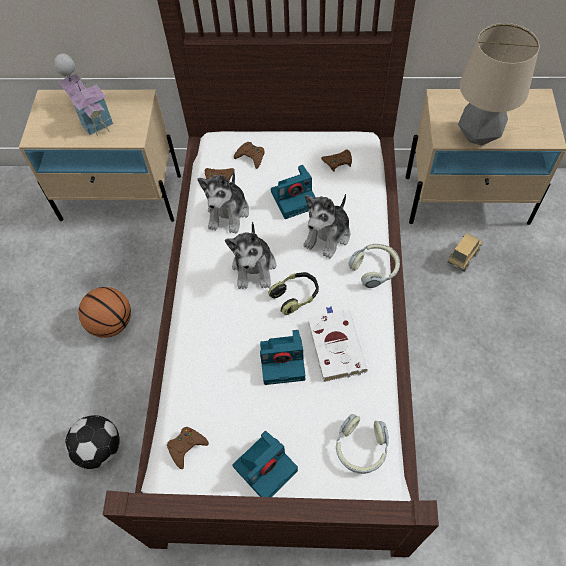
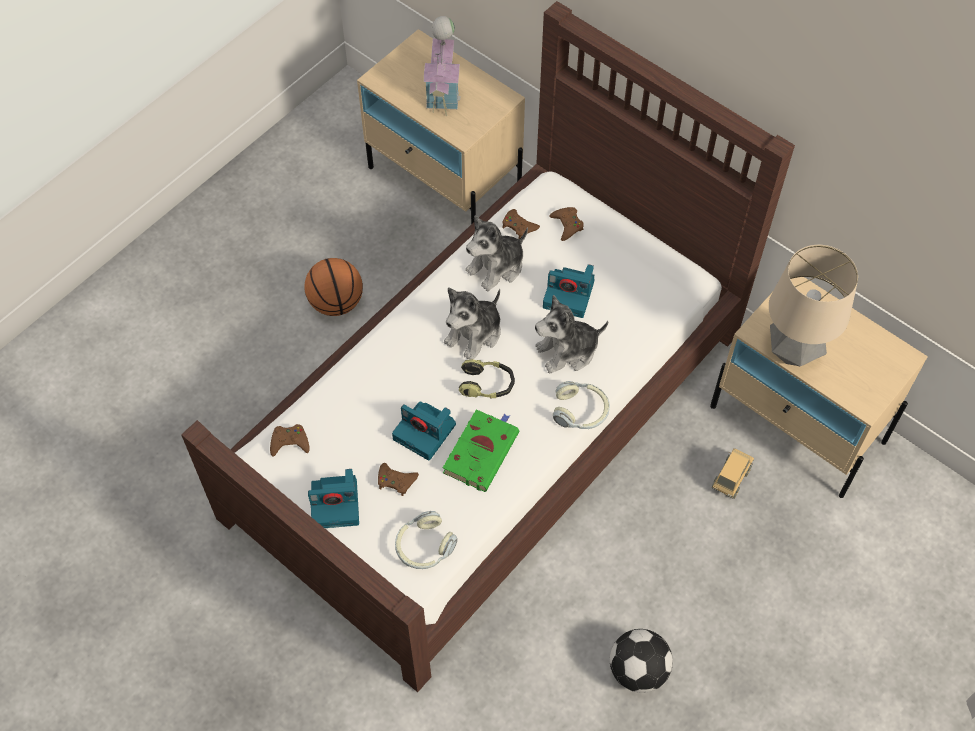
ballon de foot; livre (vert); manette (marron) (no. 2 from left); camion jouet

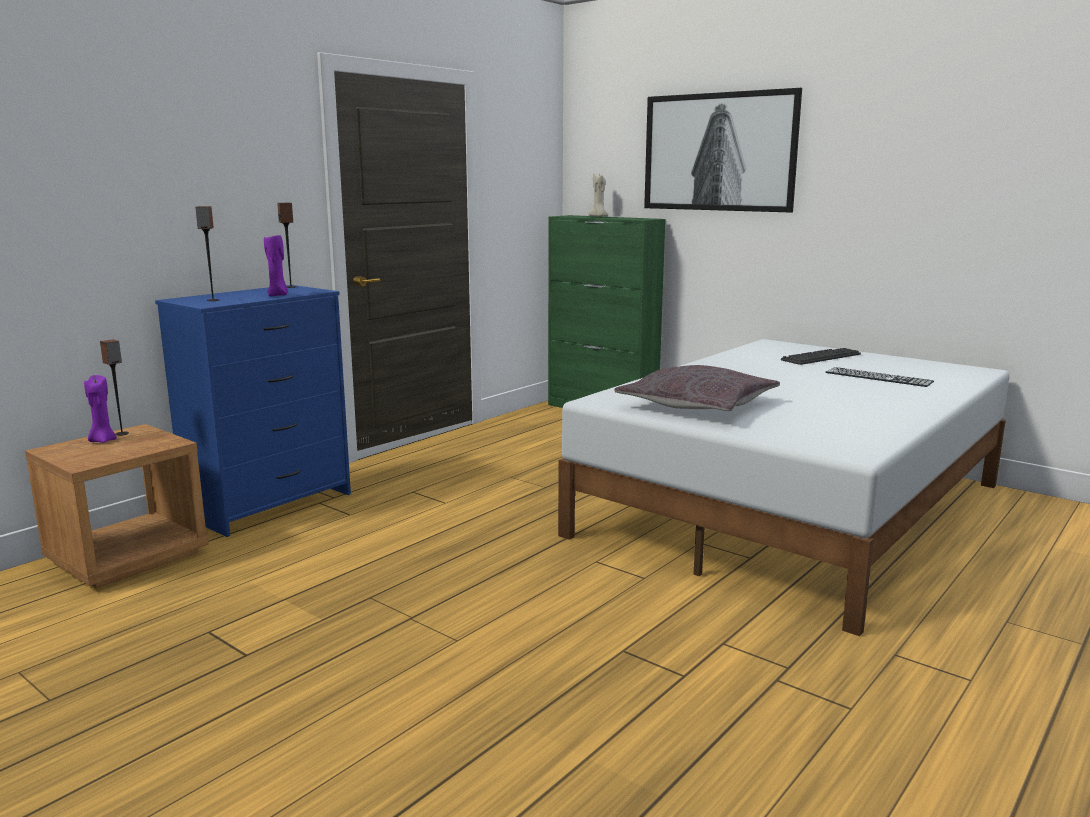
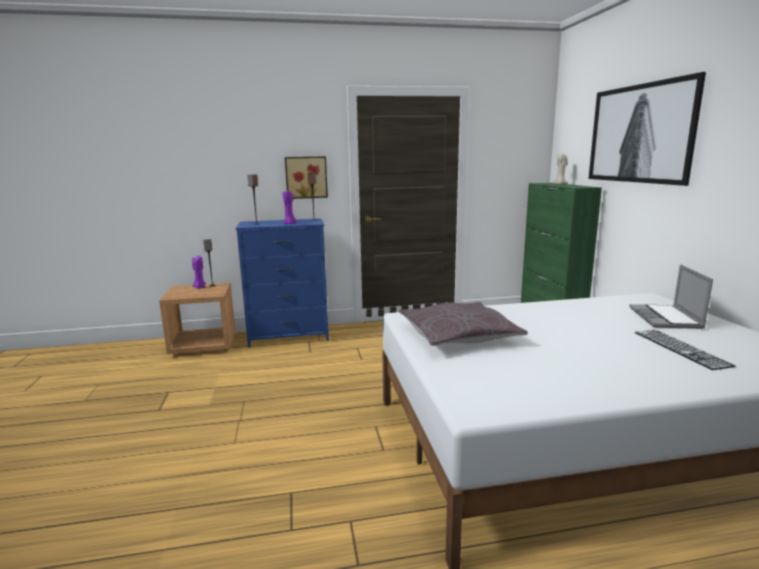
ordinateur portable; tableau (no. 1 from left)

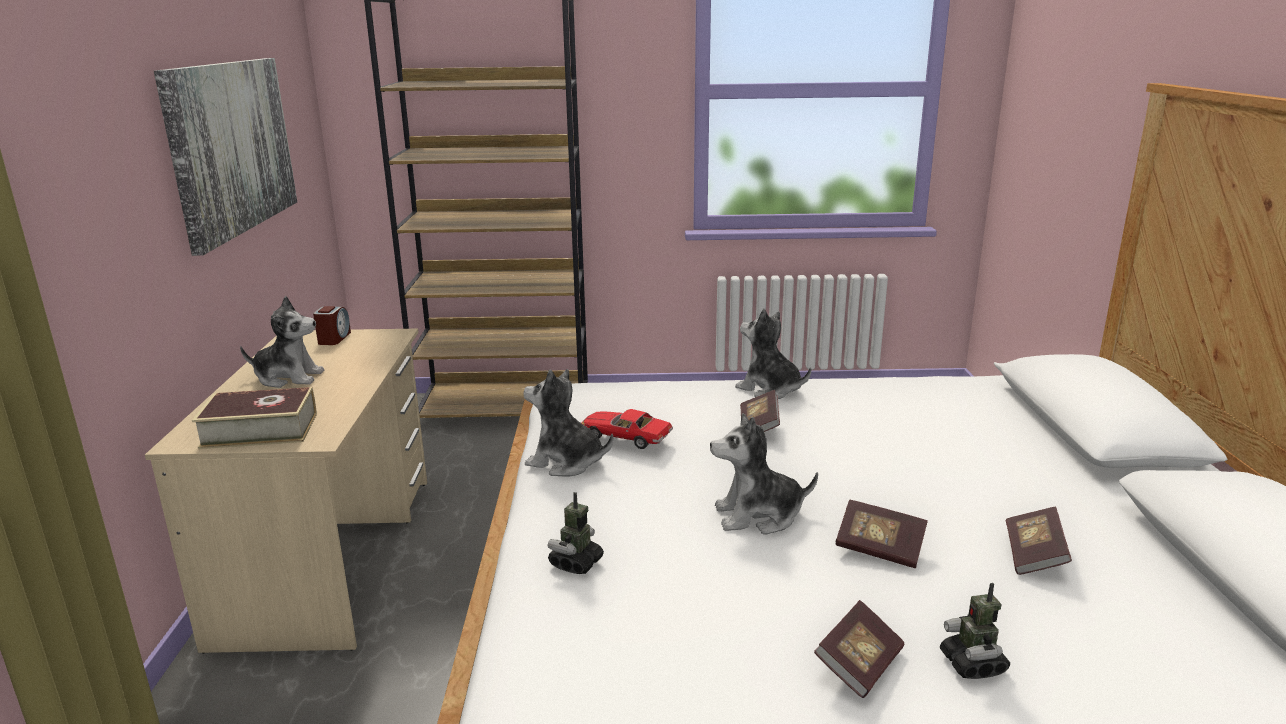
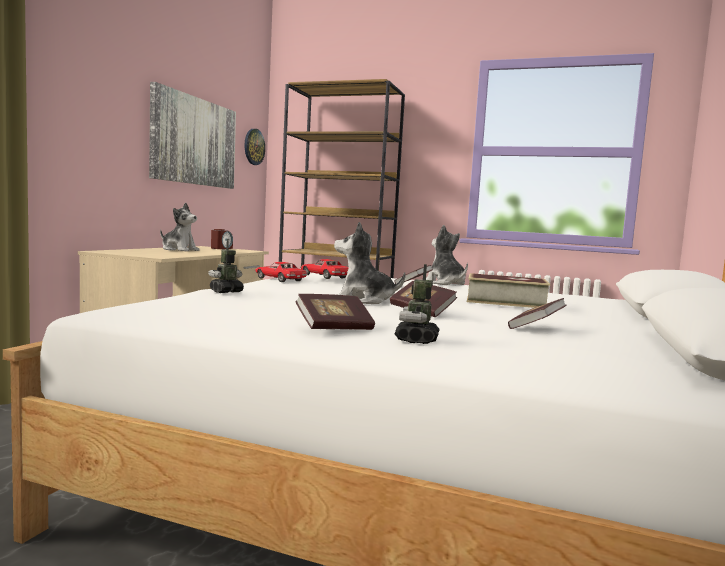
livre (no. 4 from left); petite voiture (no. 1 from left); horloge murale

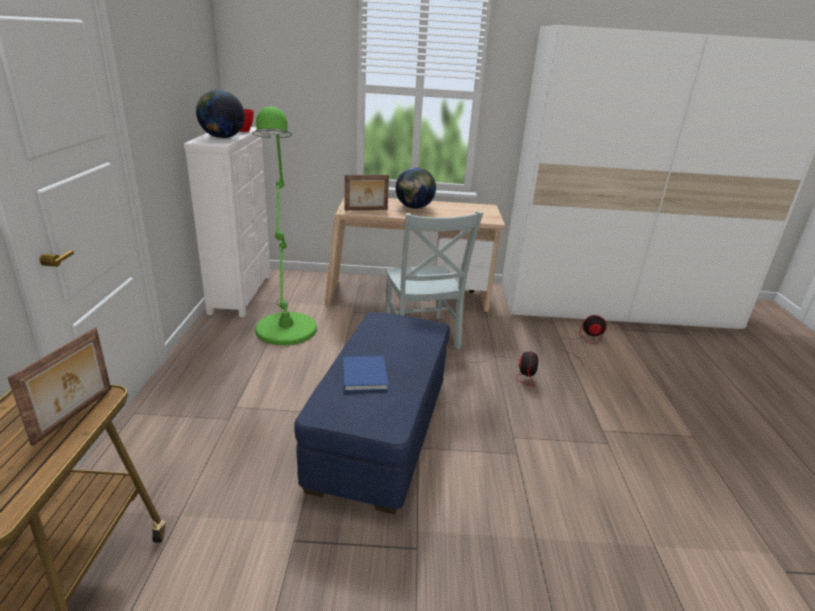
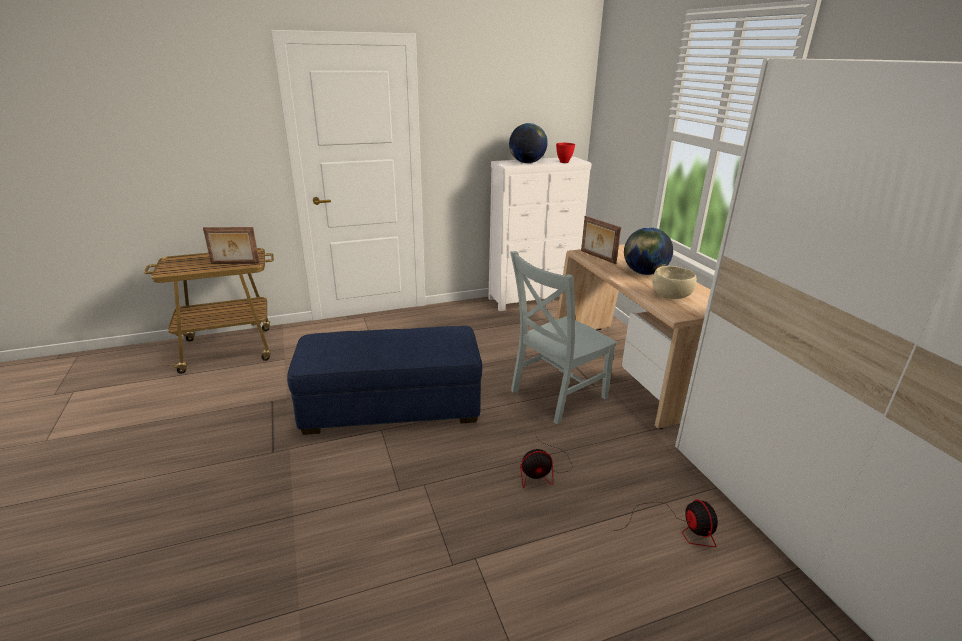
lampadaire (vert); livre (bleu); bol (beige)

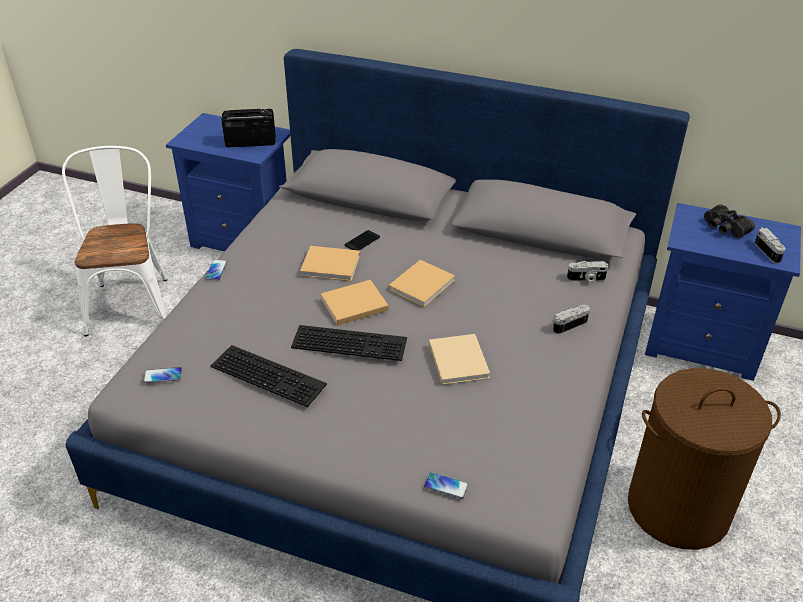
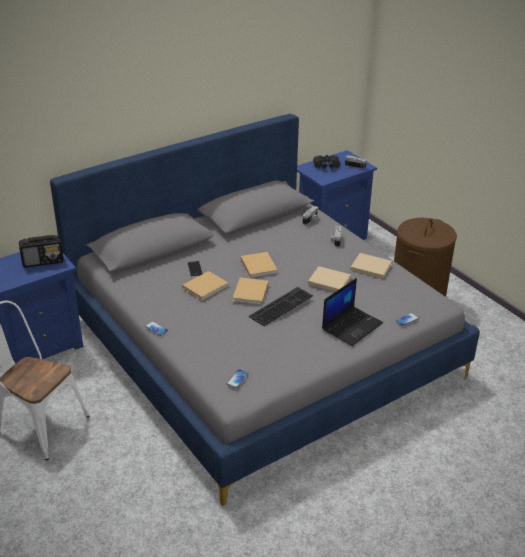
clavier (no. 1 from left in the first image); radio; ordinateur portable; livre (beige) (no. 5 from left)

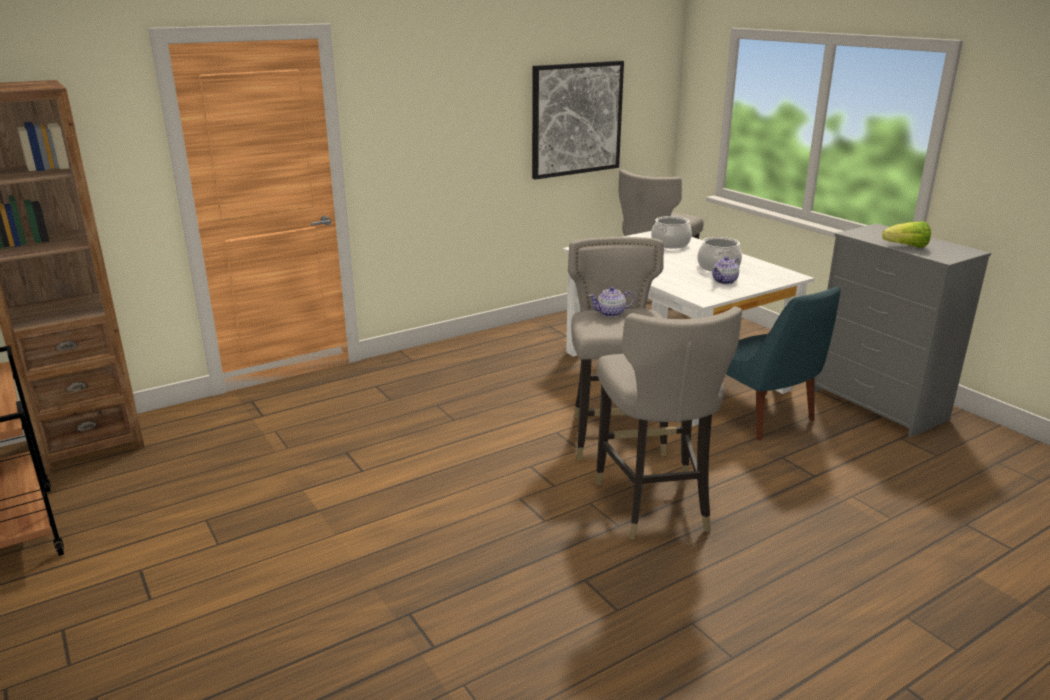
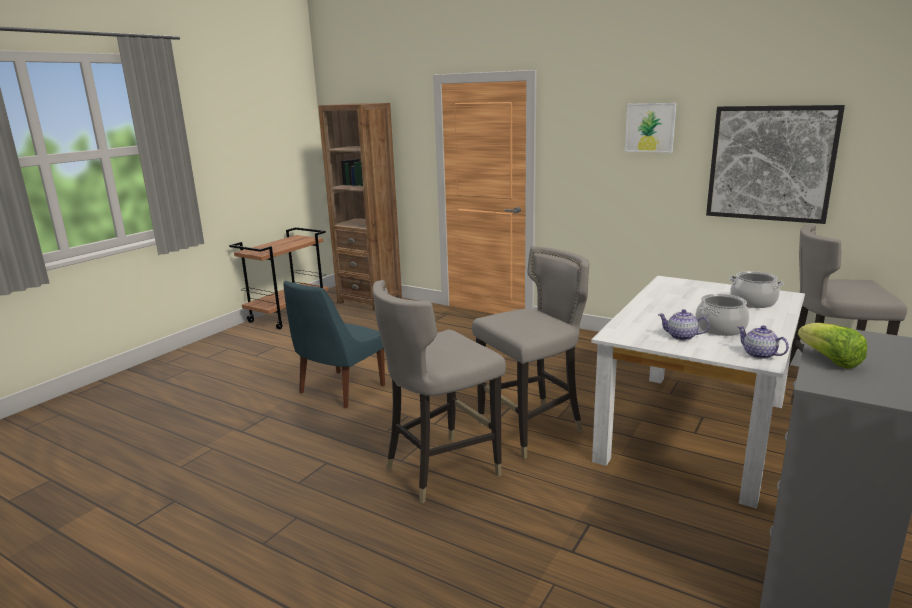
théière (no. 2 from left); chaise (bleu); tableau (no. 1 from left)

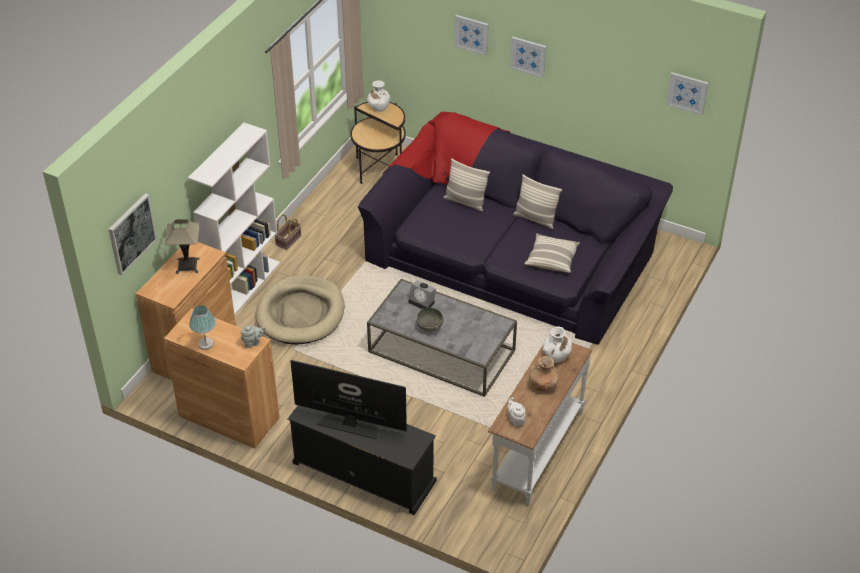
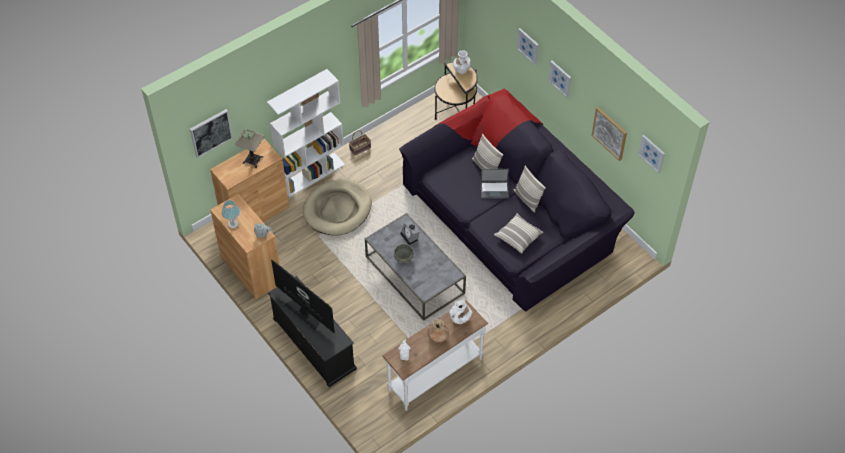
ordinateur portable; tableau (no. 4 from left)

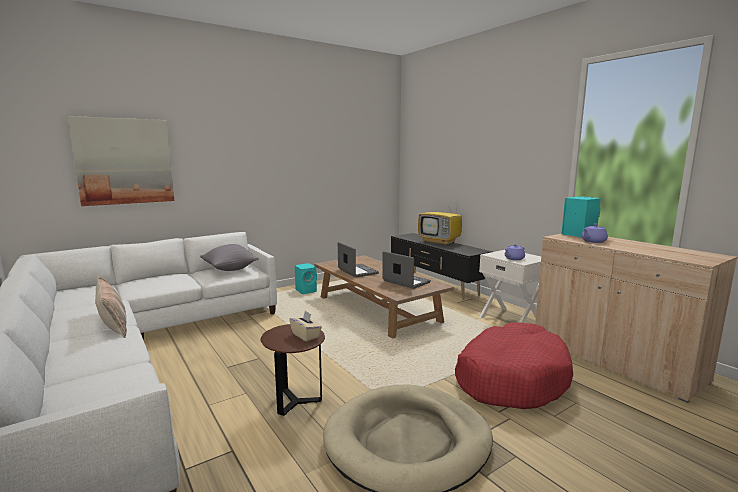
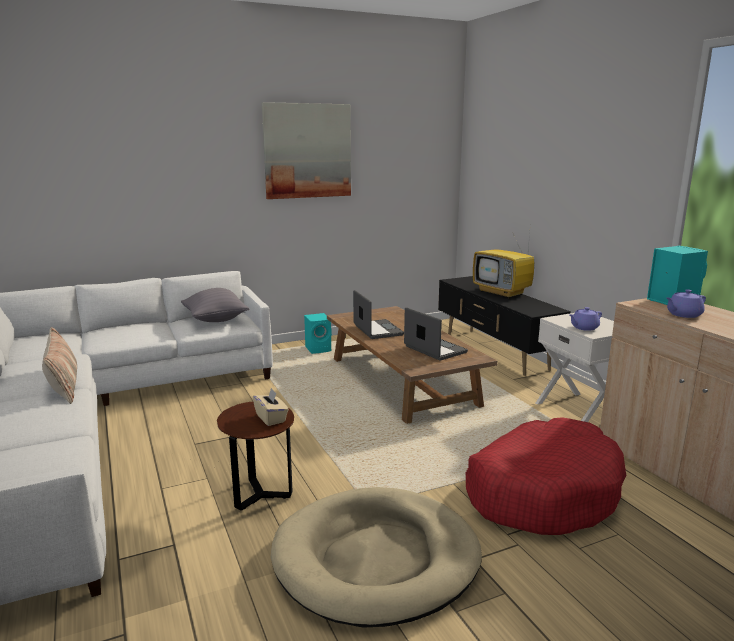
tableau

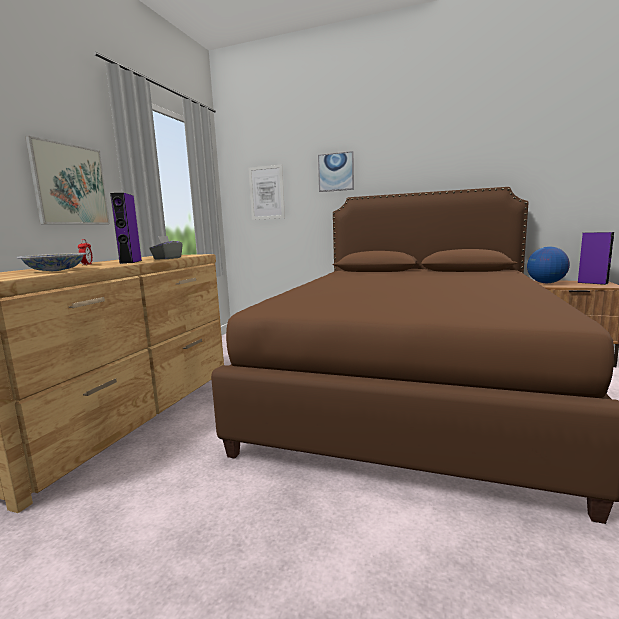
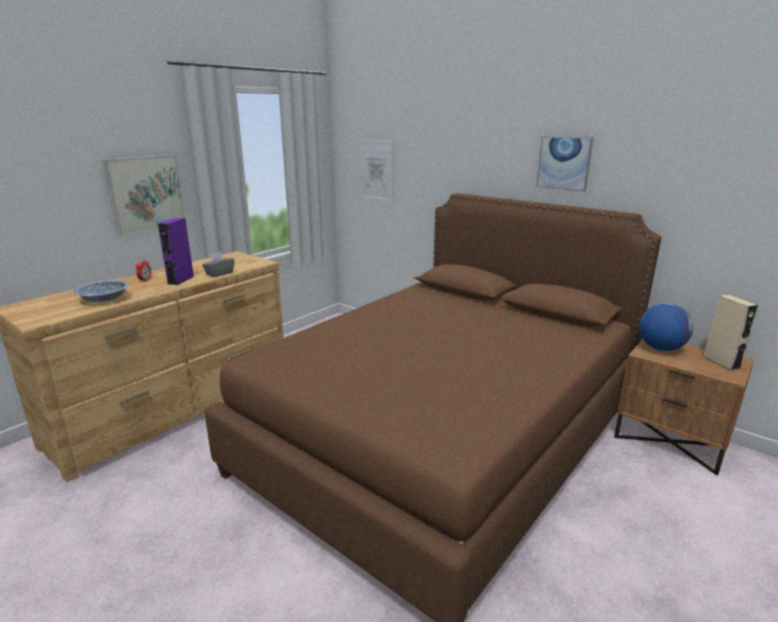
tableau (no. 3 from left); enceinte (beige)

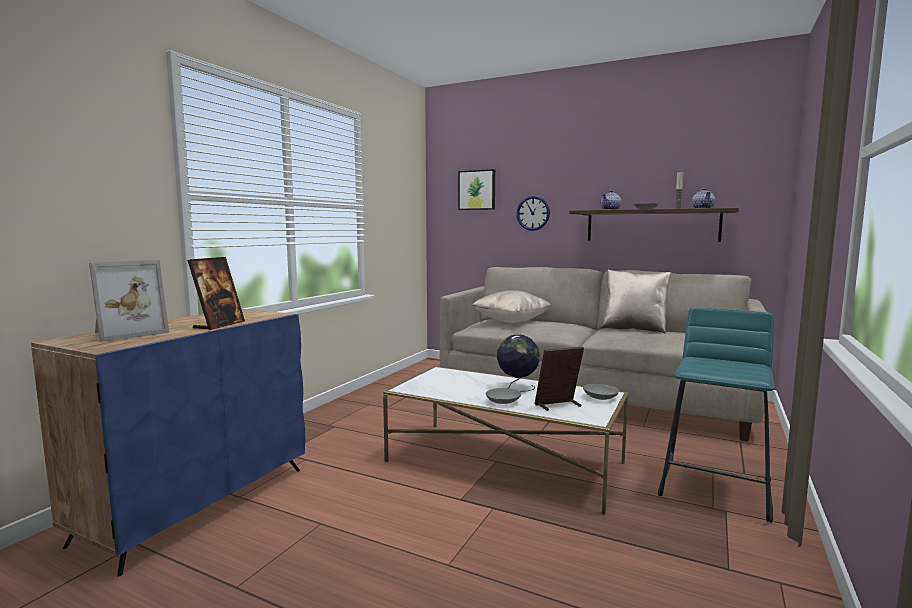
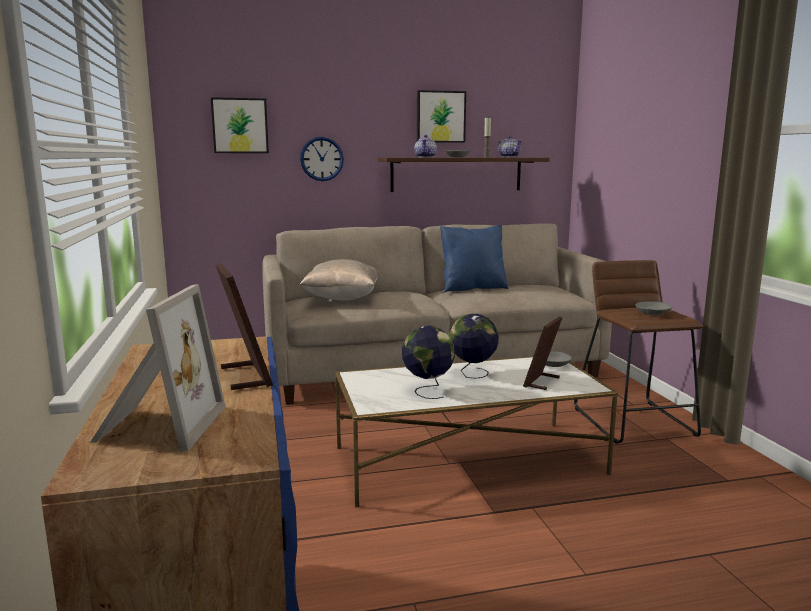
bol (gris) (no. 3 from left); coussin (bleu); tabouret (marron); globe (no. 1 from left); tableau (no. 2 from left)

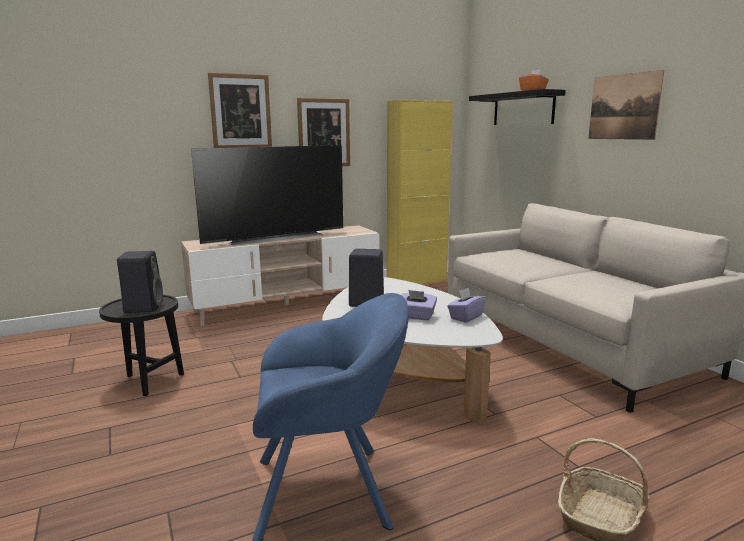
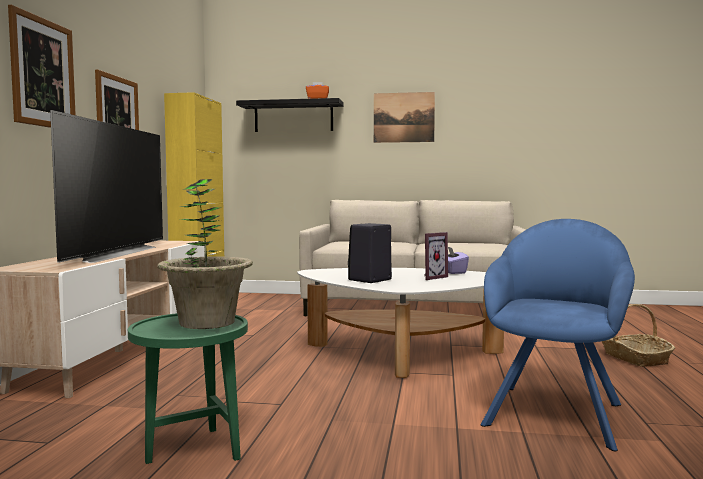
table d'appoint (vert); plante en pot; cadre photo

